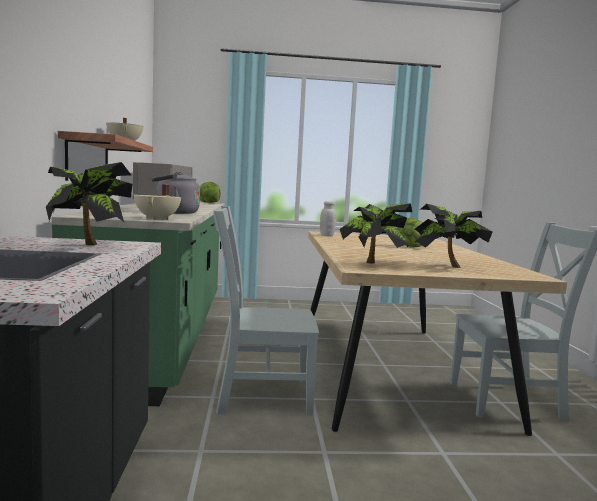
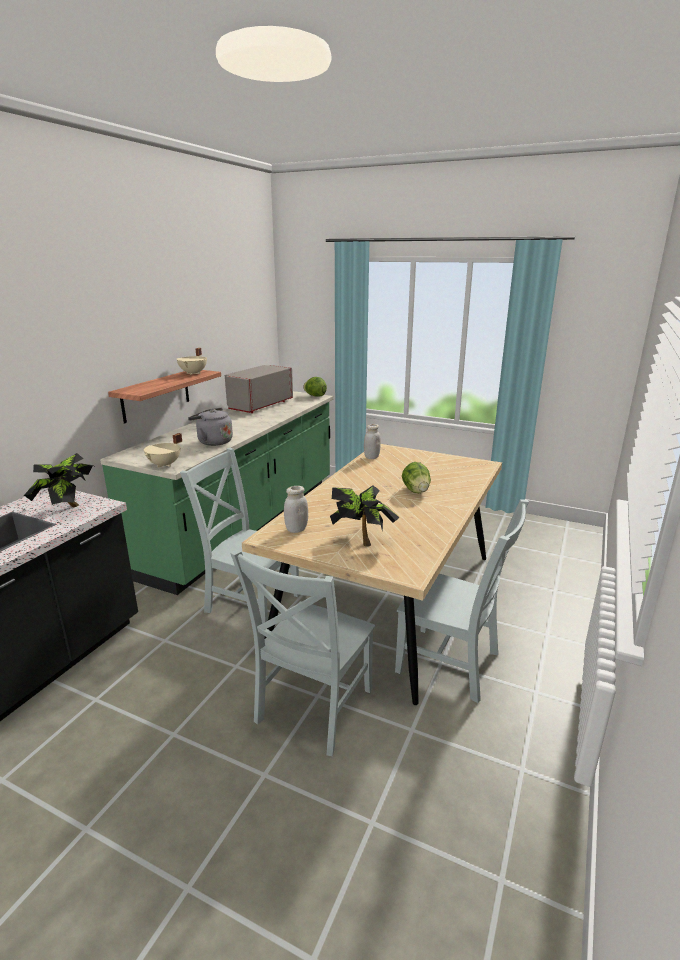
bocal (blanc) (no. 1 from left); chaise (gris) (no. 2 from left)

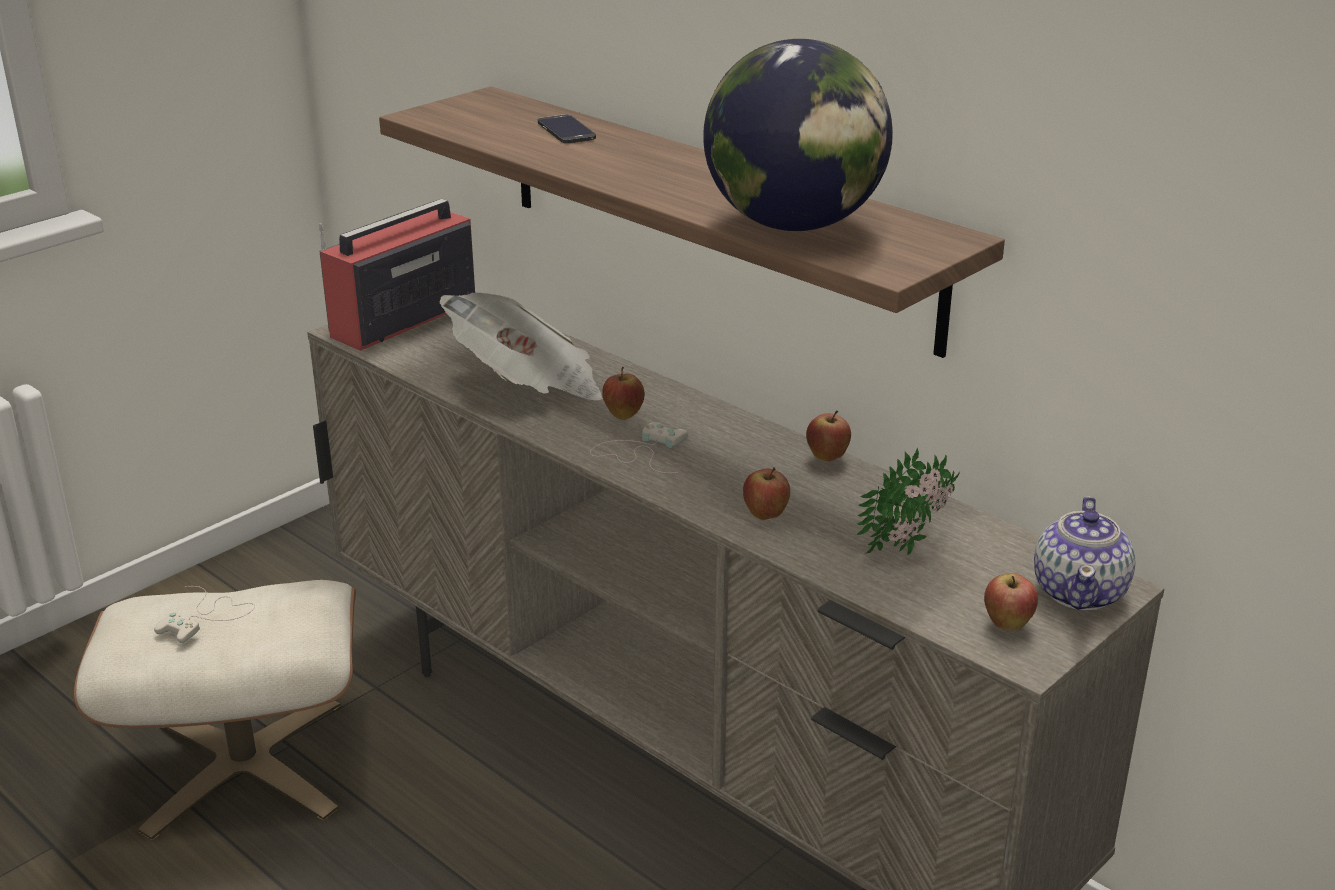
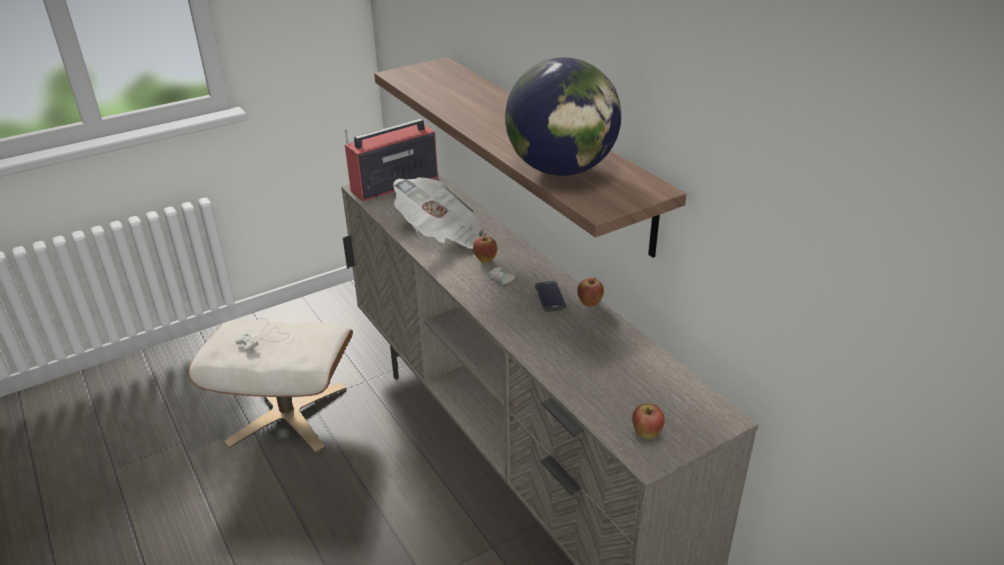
téléphone; pomme (no. 2 from left in the first image); plante en pot; théière

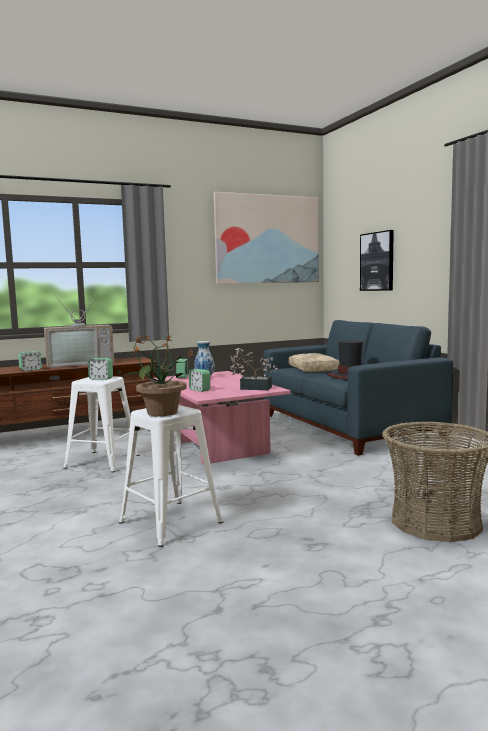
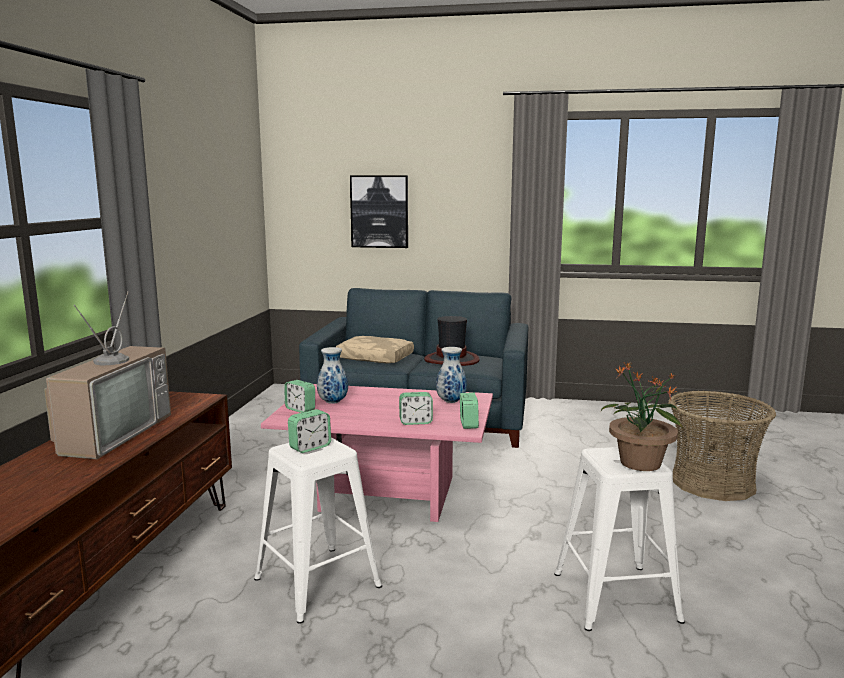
réveil (no. 4 from left); tableau (no. 1 from left in the first image); vase (no. 2 from left)

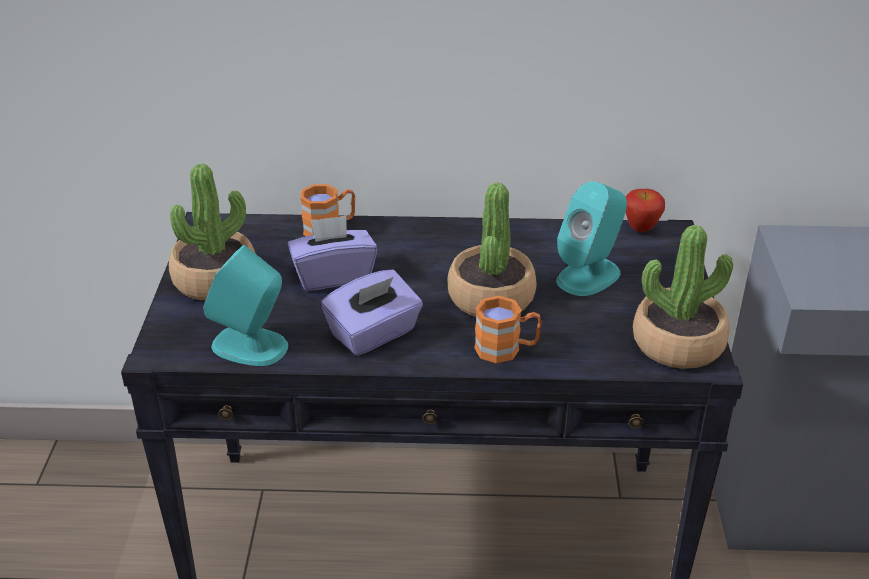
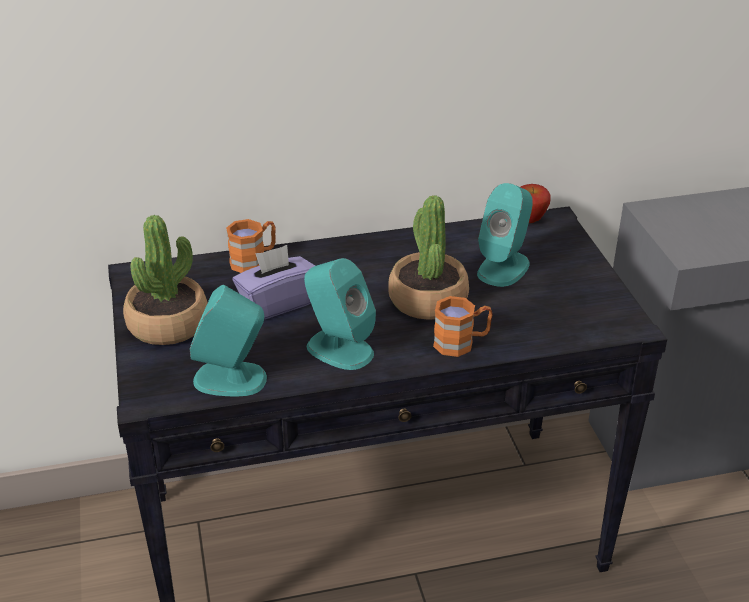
enceinte (turquoise) (no. 2 from left); plante en pot (no. 3 from left in the first image)

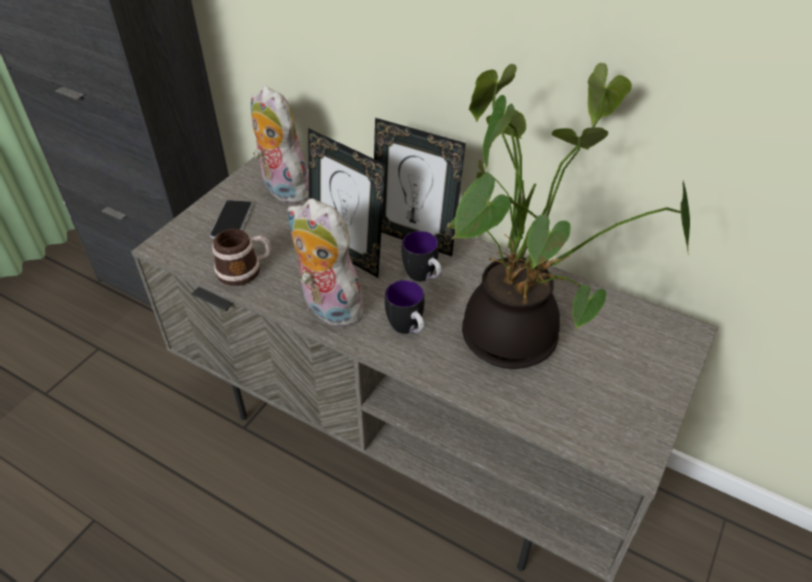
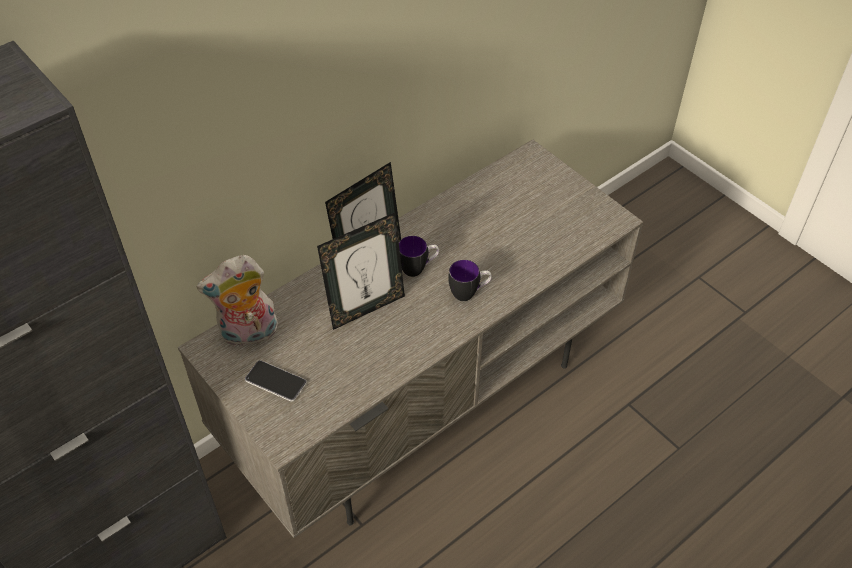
mug (no. 1 from left in the first image); peluche (no. 2 from left in the first image); plante en pot

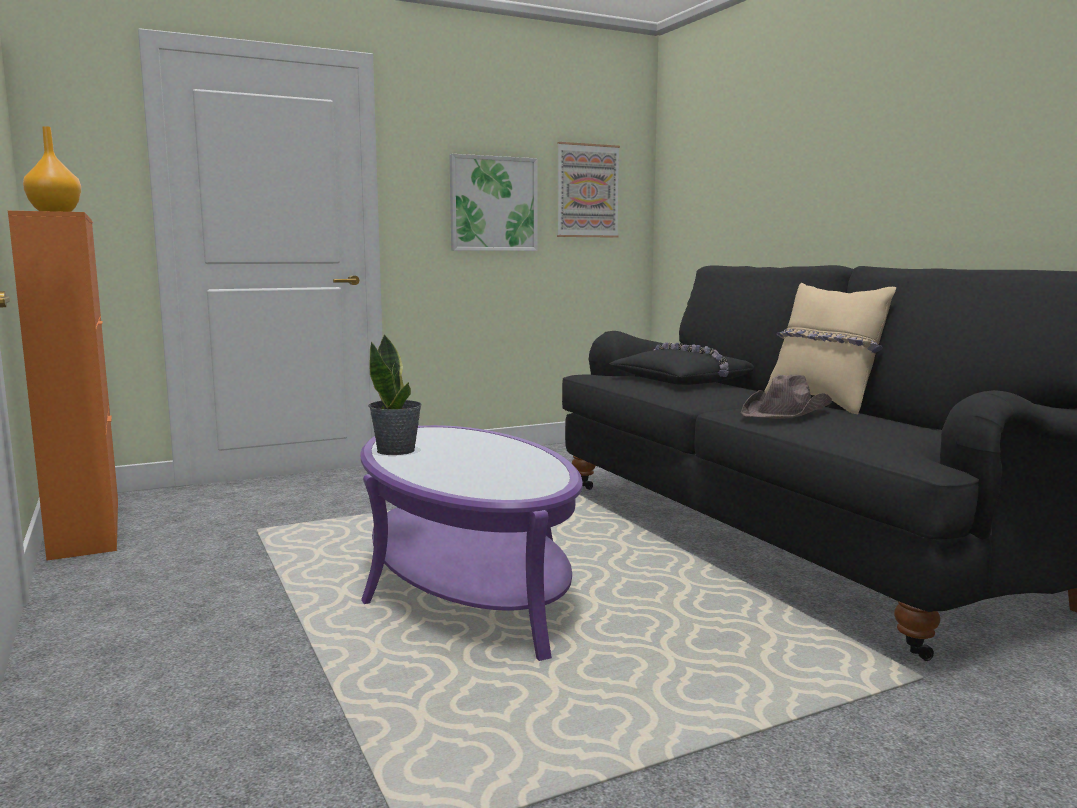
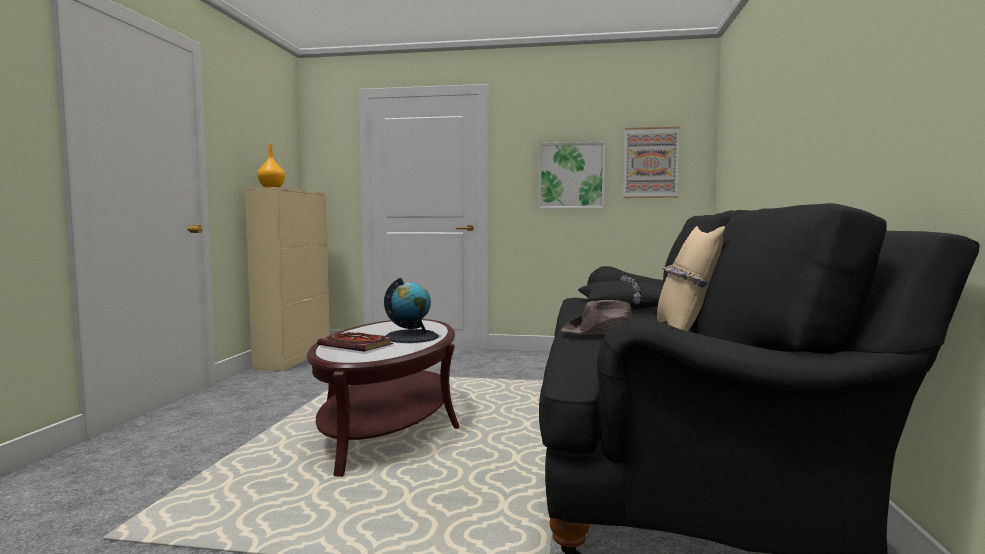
meuble de rangement (beige); table basse (marron); plante en pot; livre; globe

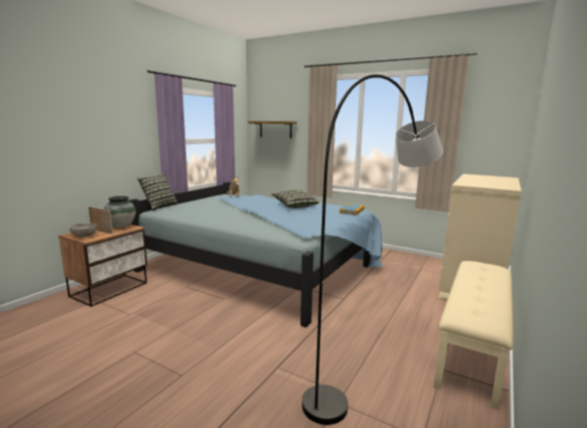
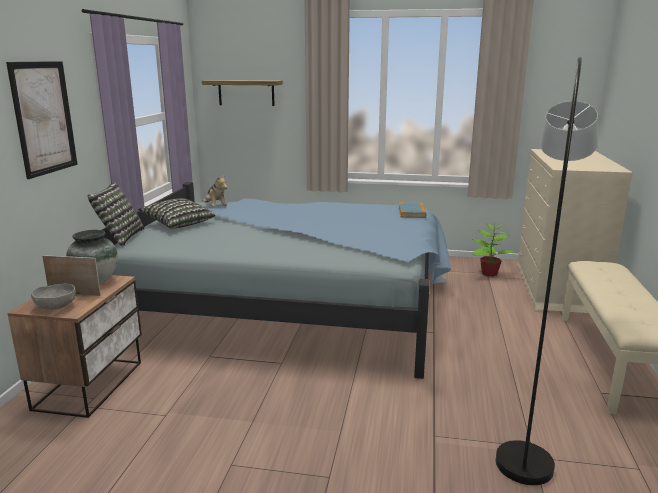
coussin (no. 2 from left); tableau; plante en pot

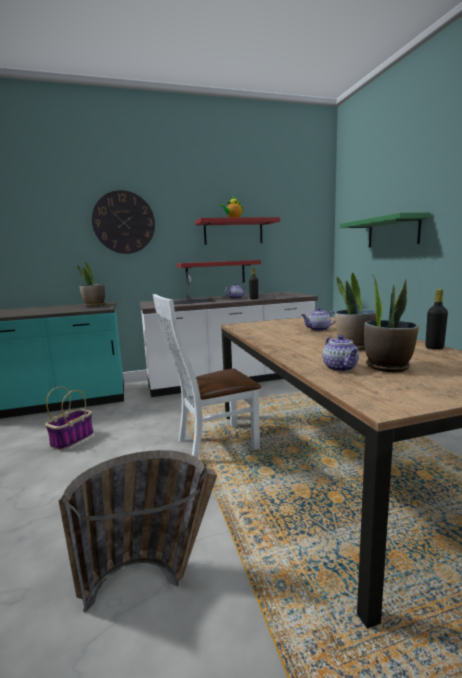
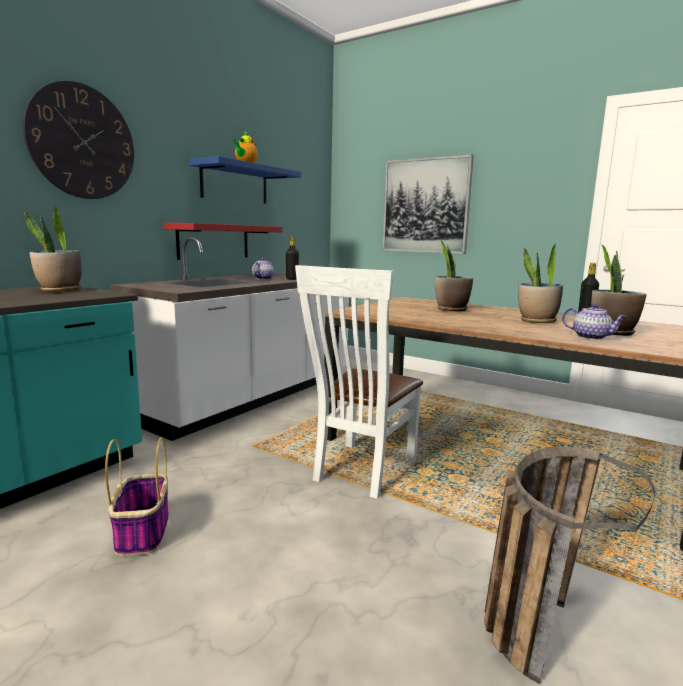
étagère (bleu); plante en pot (no. 2 from left); tableau

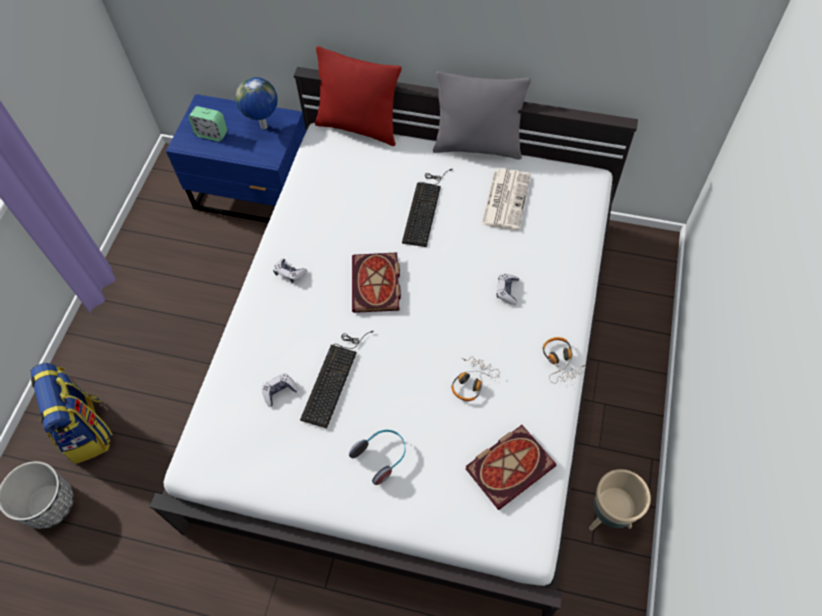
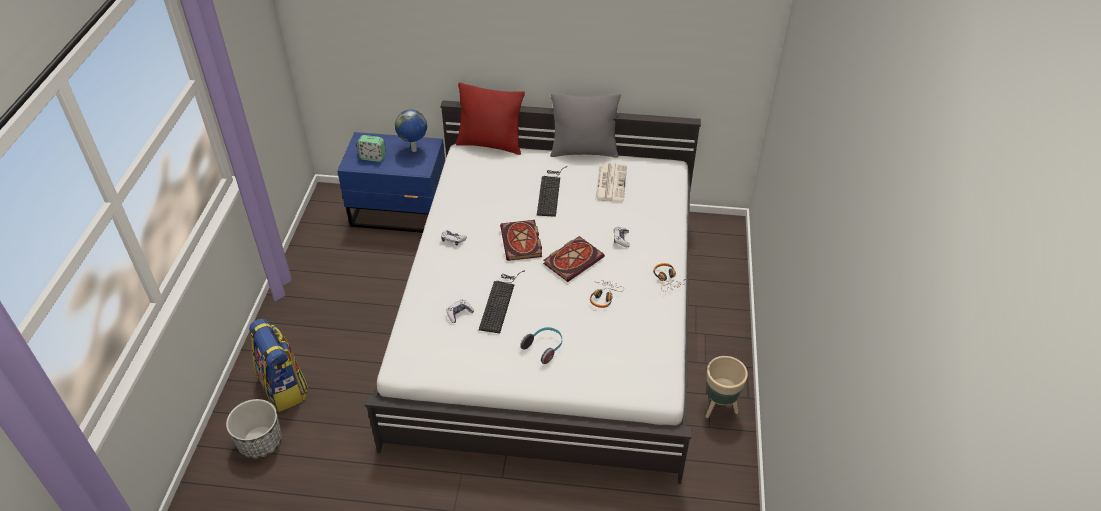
livre (no. 2 from left)

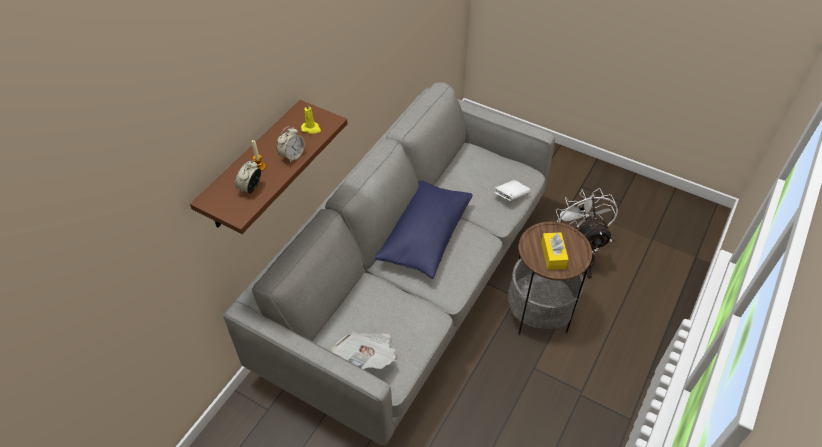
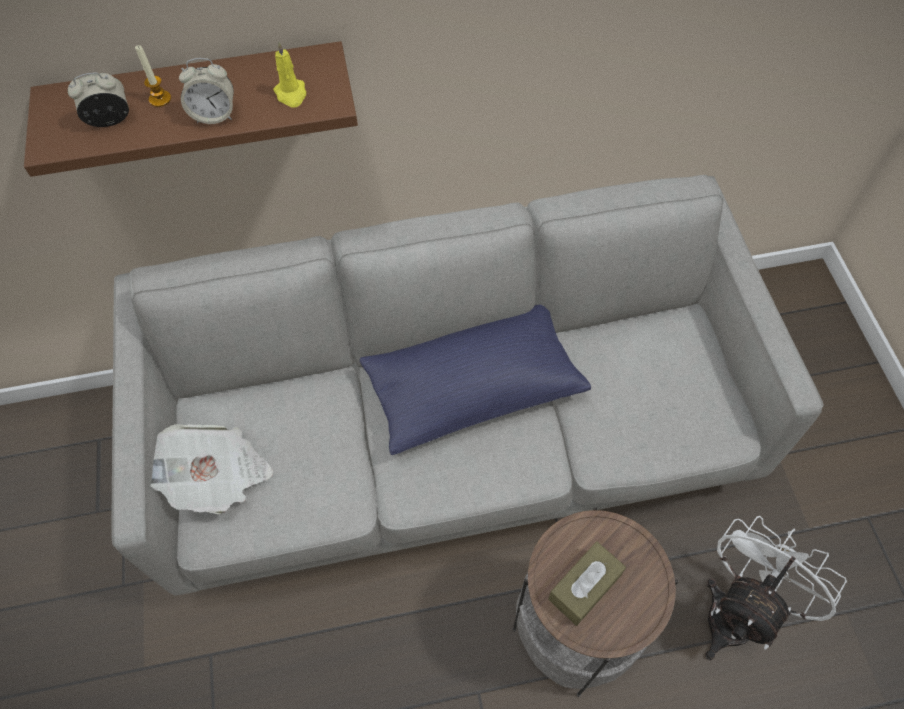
livre (blanc); boîte à mouchoirs (marron)

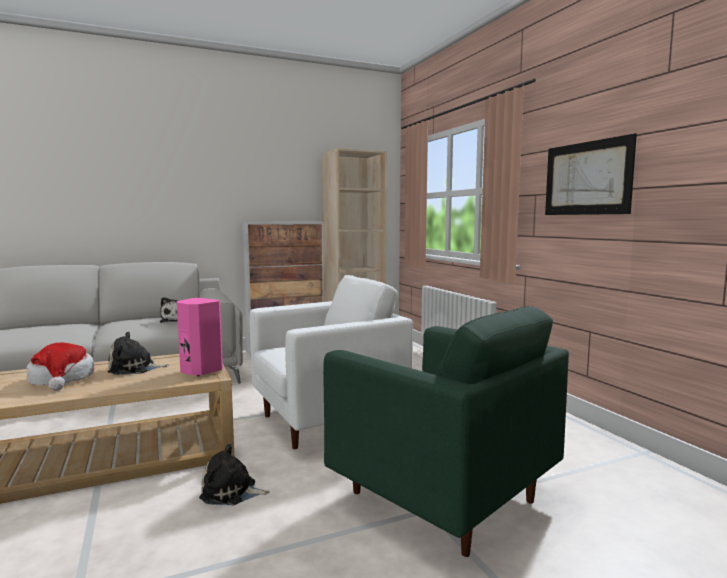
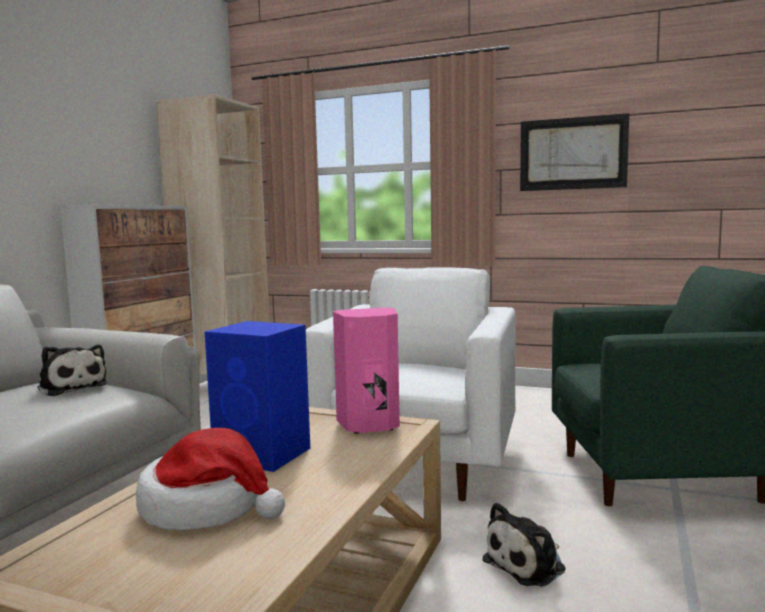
enceinte (bleu)

